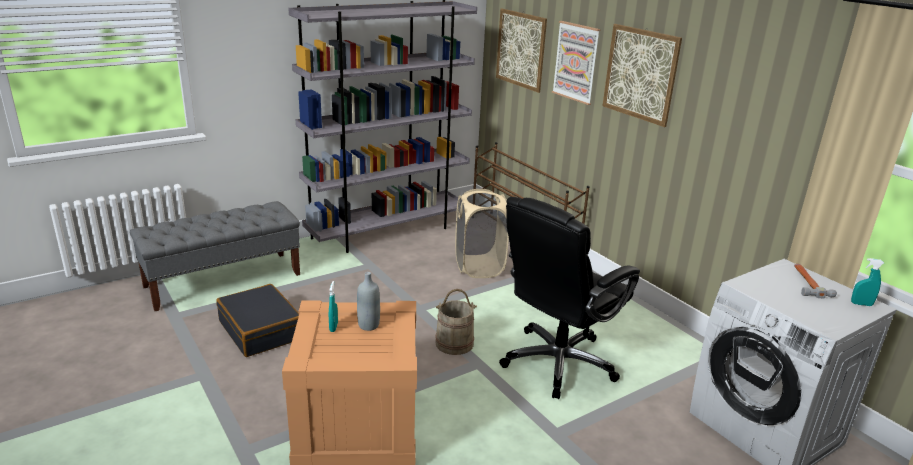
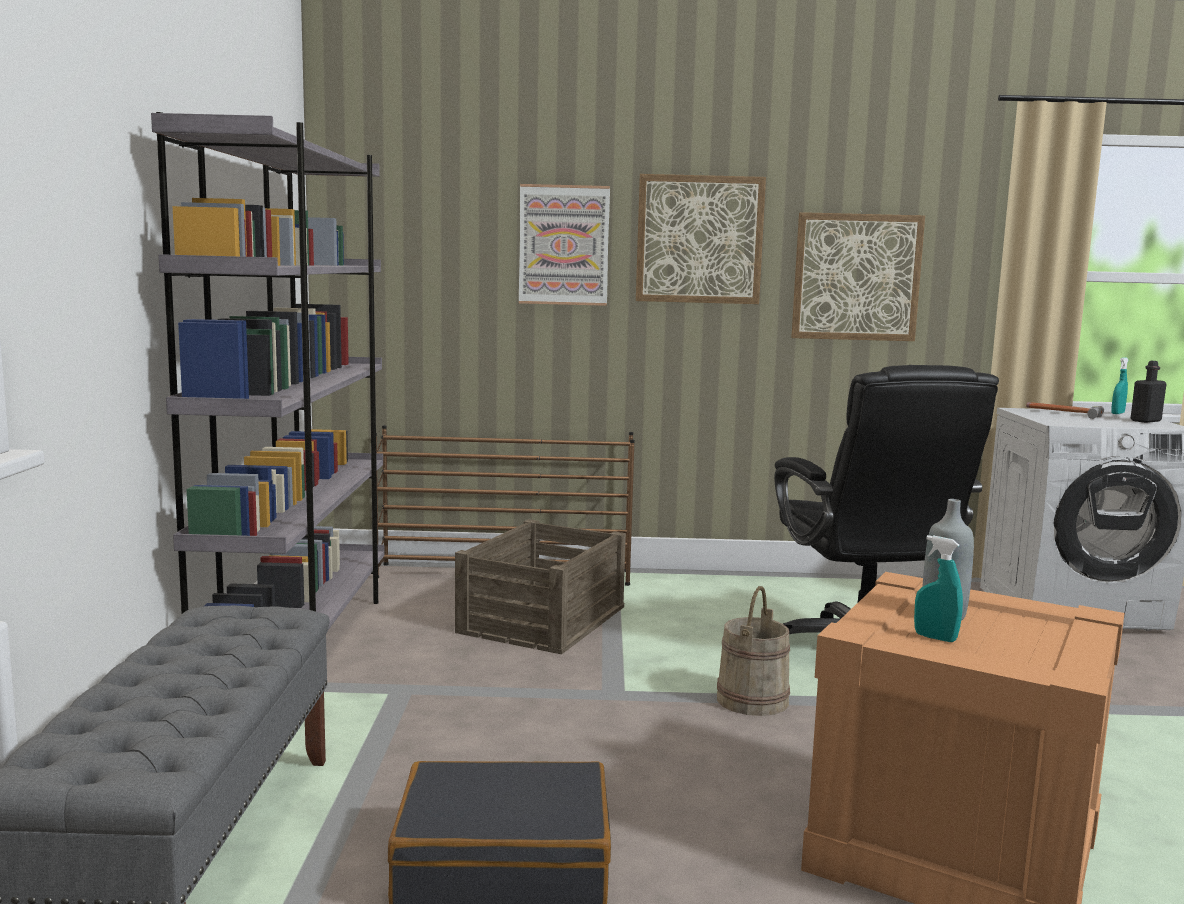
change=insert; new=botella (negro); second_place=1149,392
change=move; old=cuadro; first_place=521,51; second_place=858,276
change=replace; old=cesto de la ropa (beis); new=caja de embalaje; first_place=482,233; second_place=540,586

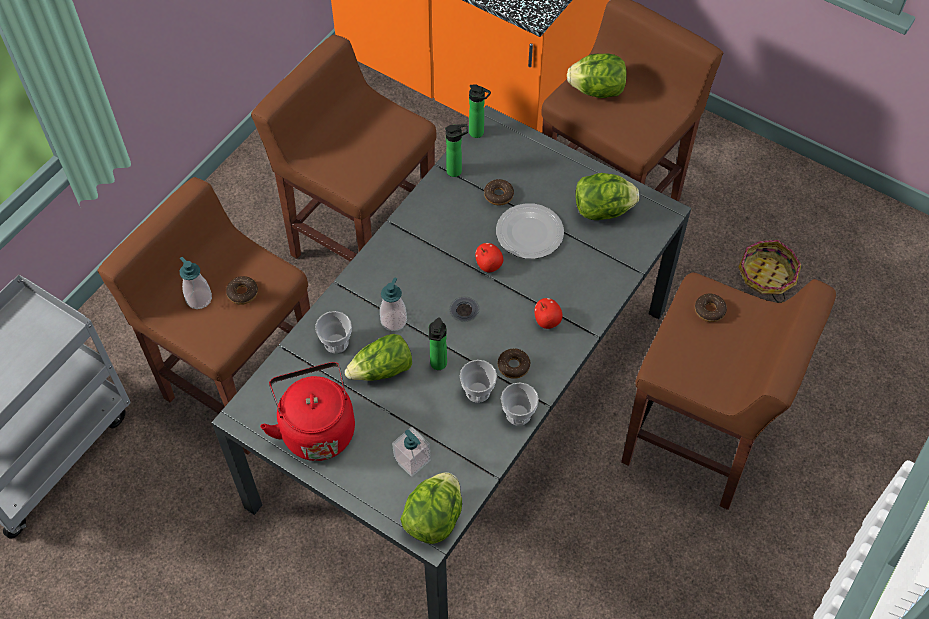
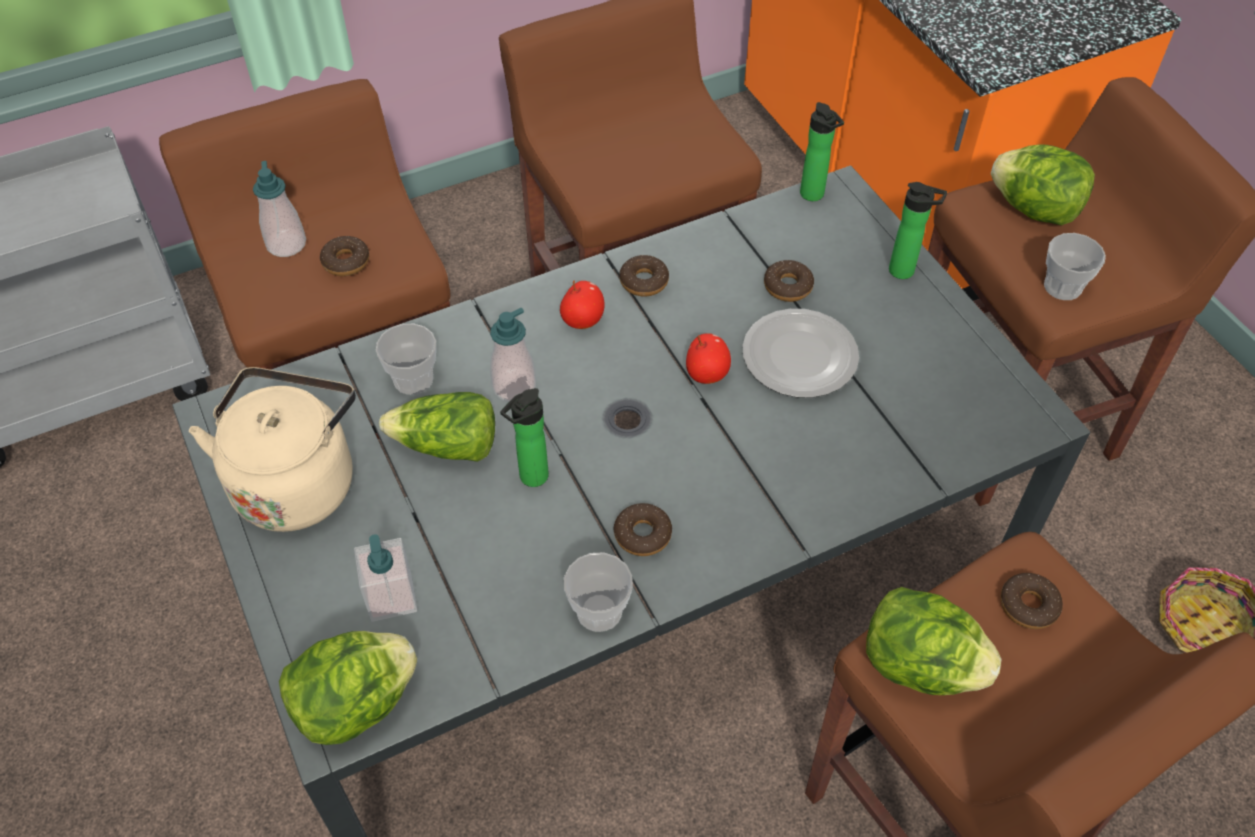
change=insert; new=rosquilla; second_place=644,276
change=move; old=botella; first_place=456,150; second_place=918,230
change=move; old=taza; first_place=478,381; second_place=1075,266
change=move; old=manzana; first_place=548,313; second_place=582,305
change=move; old=lechuga; first_place=607,196; second_place=934,641
change=recolor; old=hervidor (rojo); new=hervidor (beis); first_place=307,411; second_place=272,449

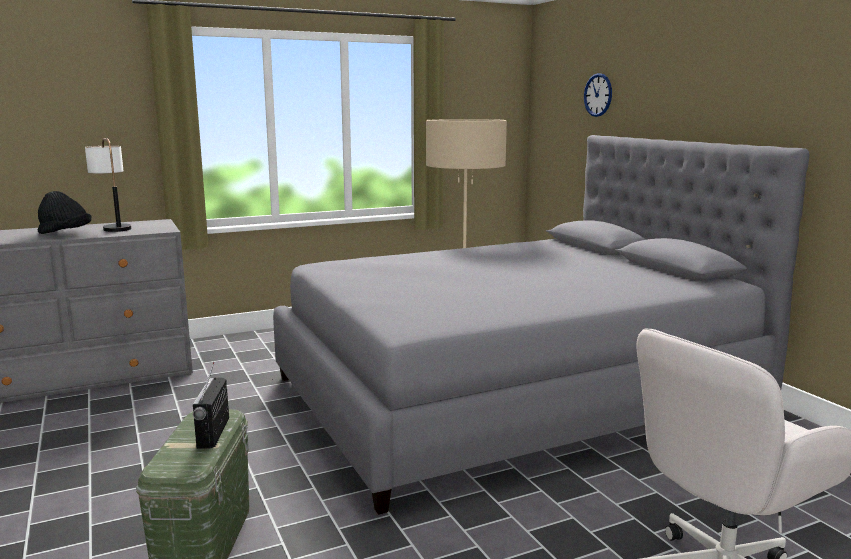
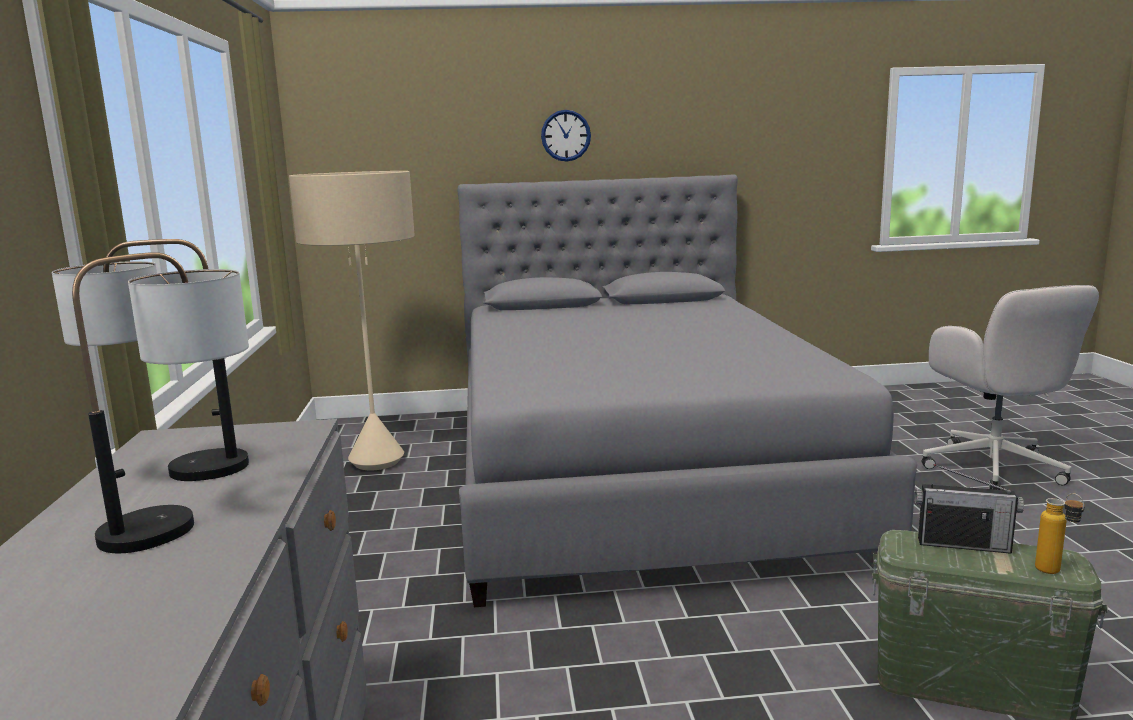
change=insert; new=botella; second_place=1060,533
change=move; old=reloj de pared; first_place=598,95; second_place=566,136
change=replace; old=sombrero (negro); new=lámpara de mesa; first_place=65,212; second_place=160,402

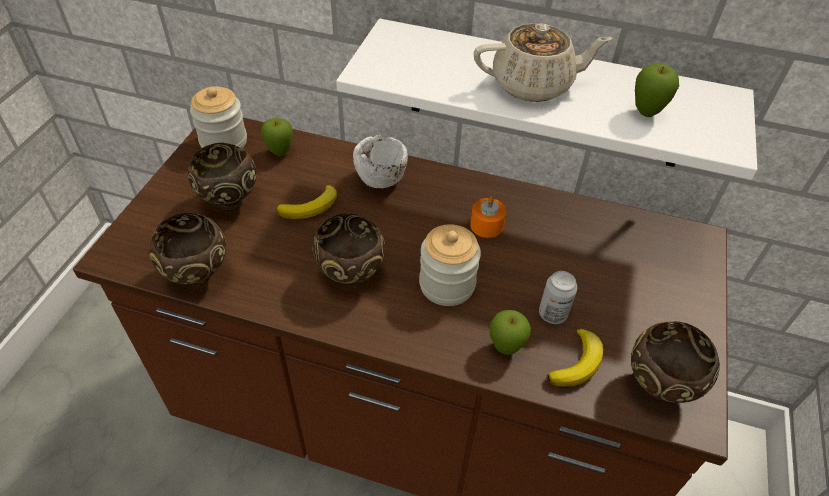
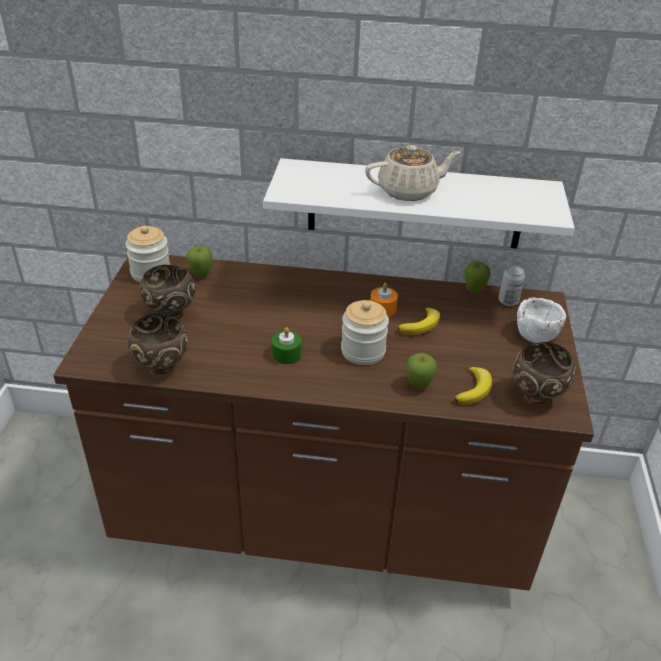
change=move; old=plátano; first_place=307,202; second_place=419,321
change=move; old=cuenco (blanco); first_place=380,161; second_place=541,320
change=move; old=lata; first_place=558,297; second_place=512,286
change=move; old=manzana; first_place=657,90; second_place=478,277
change=replace; old=cuenco (marrón); new=vela (verde); first_place=348,249; second_place=286,346

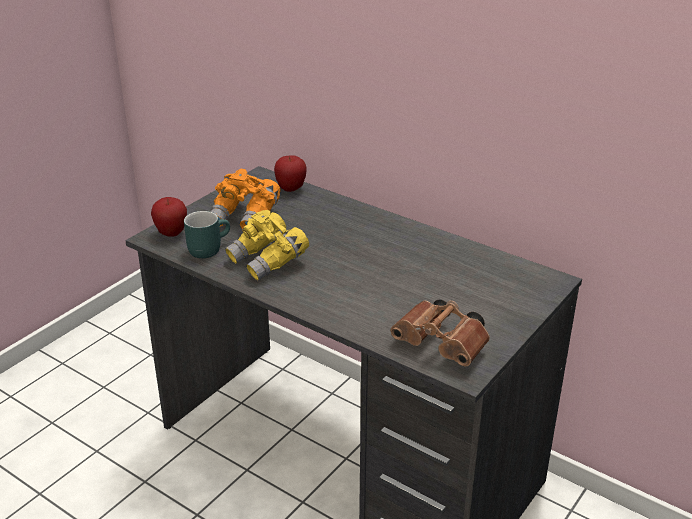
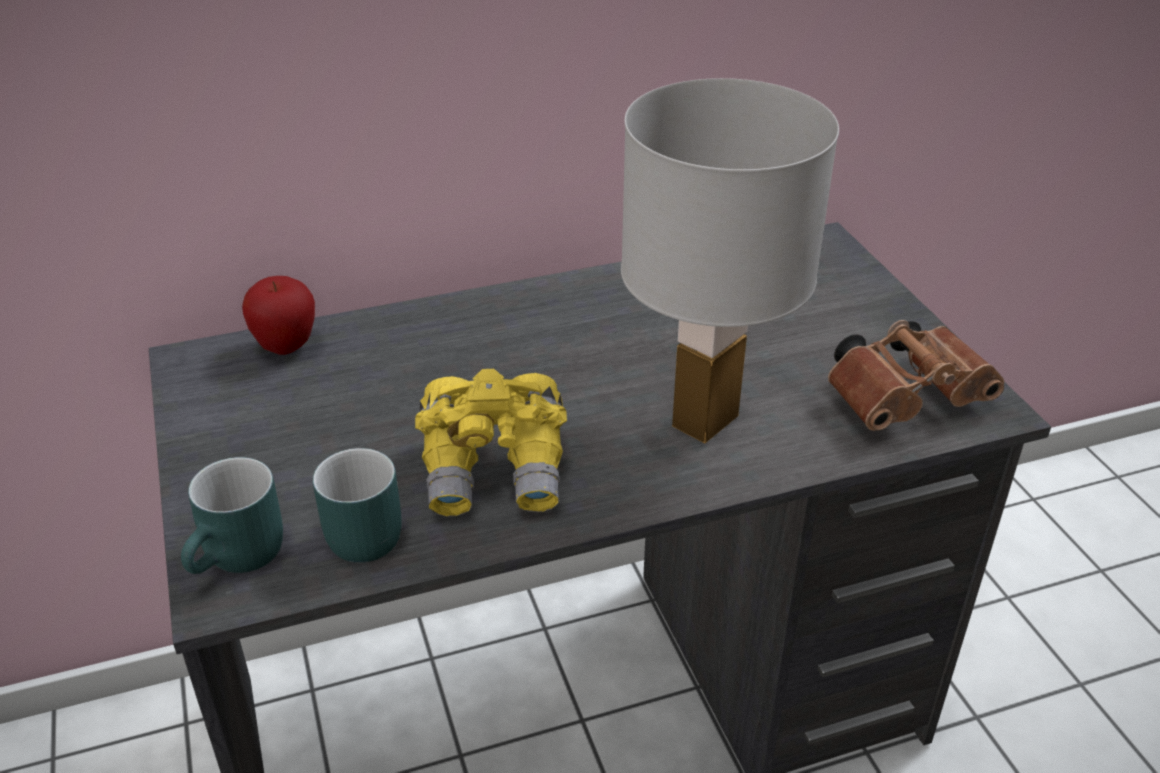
change=delete; old=prismáticos (naranja); first_place=245,199
change=insert; new=lámpara de mesa (blanco); second_place=730,260
change=replace; old=manzana; new=taza grande (turquesa); first_place=169,217; second_place=232,515

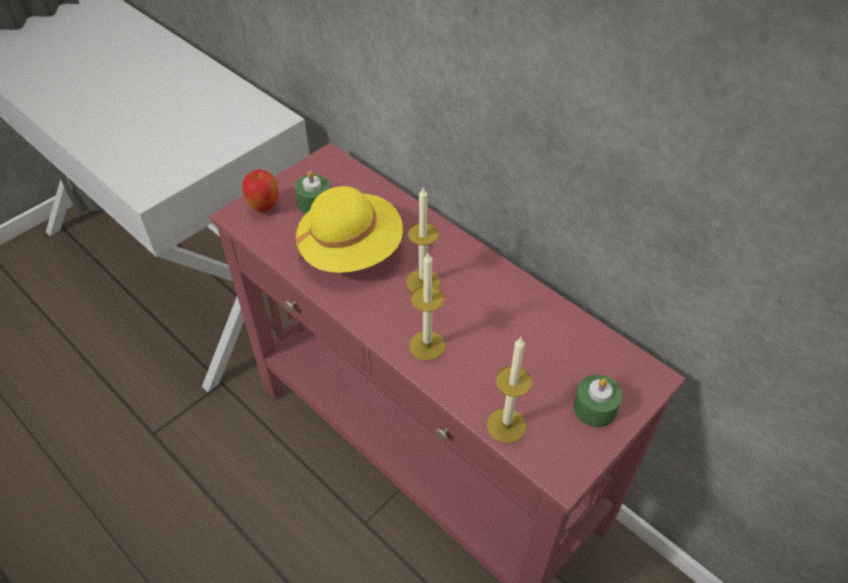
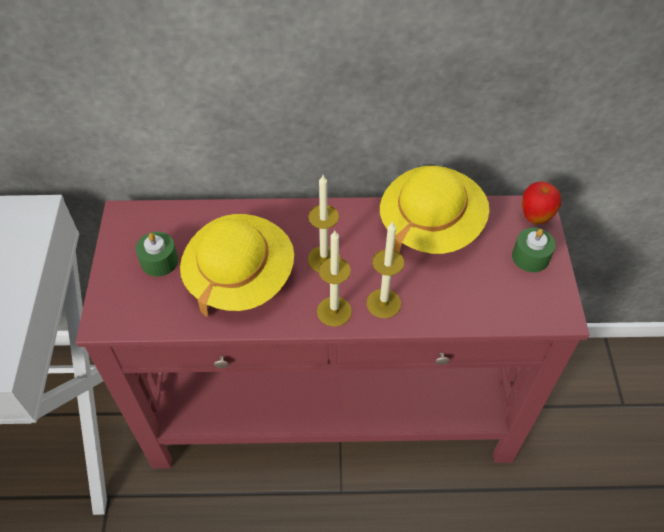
change=insert; new=sombrero (amarillo); second_place=434,210
change=move; old=manzana; first_place=260,191; second_place=541,202
change=move; old=vela; first_place=509,390; second_place=334,279

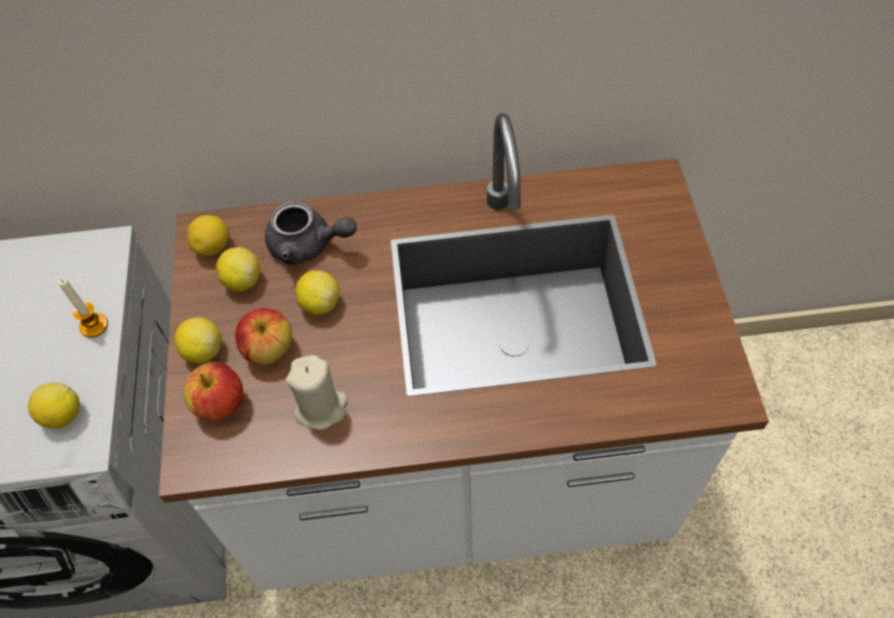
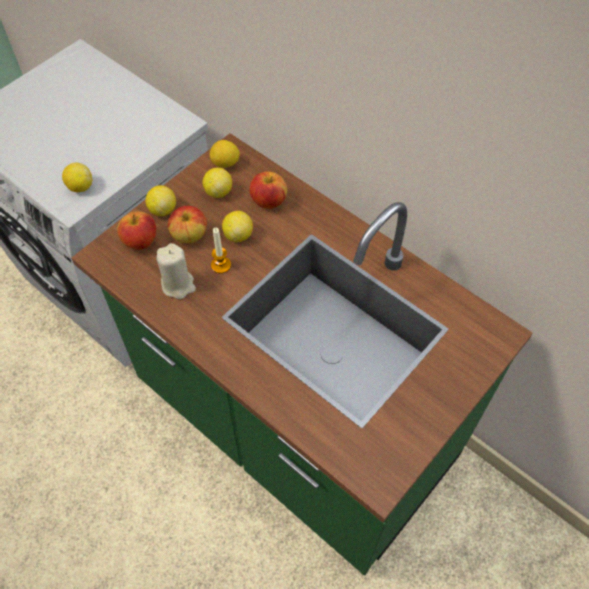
change=move; old=vela; first_place=83,308; second_place=221,251
change=replace; old=tetera (gris); new=manzana; first_place=311,233; second_place=268,190
change=recolor; old=mueble bajo de cocina (blanco); new=mueble bajo de cocina (verde); first_place=464,352; second_place=302,354

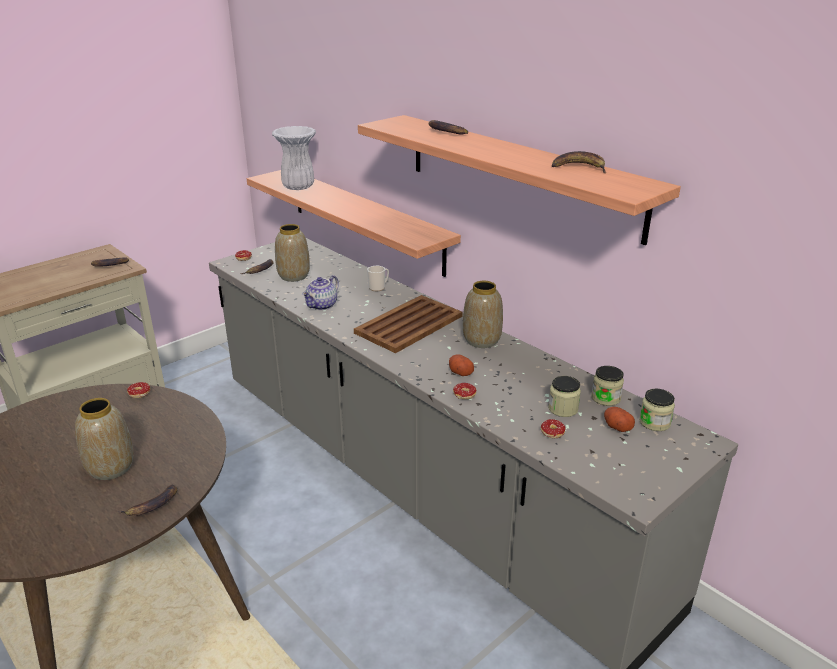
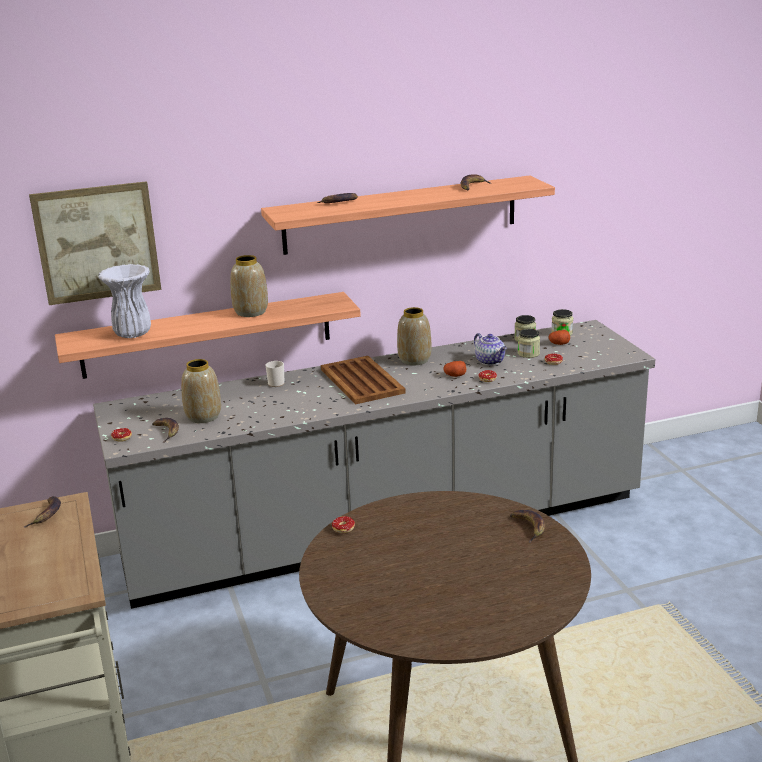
change=insert; new=cuadro; second_place=95,243
change=move; old=florero; first_place=104,439; second_place=249,286
change=move; old=tetera; first_place=320,292; second_place=490,349

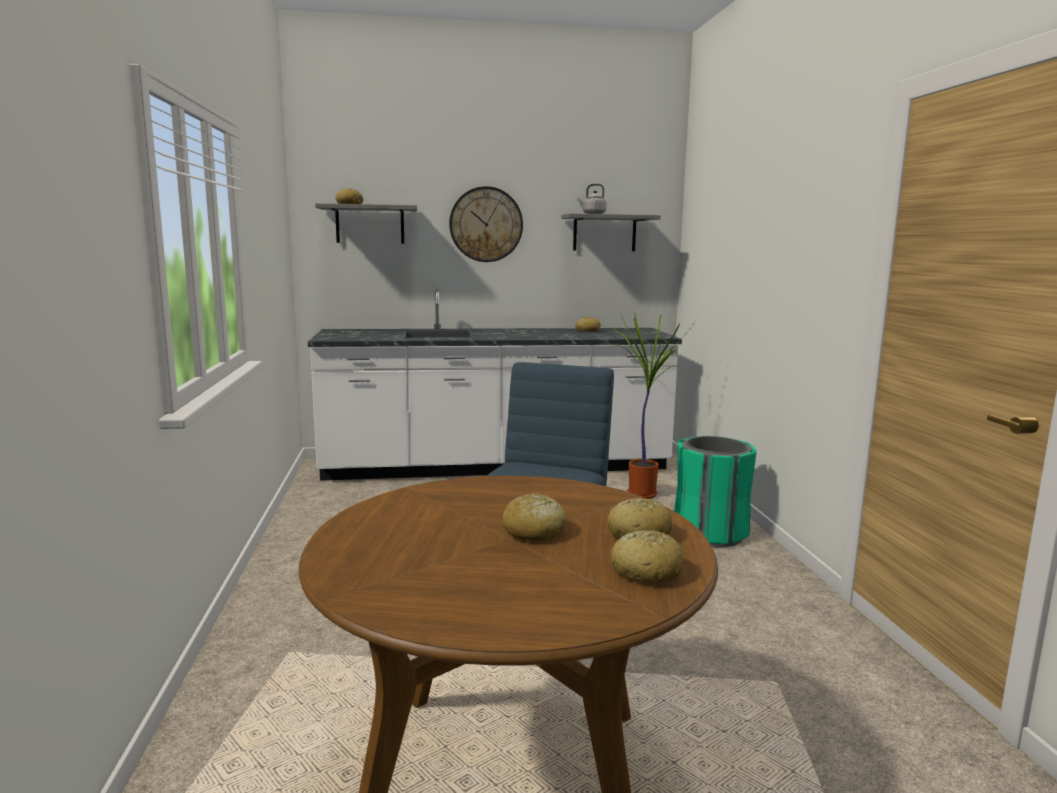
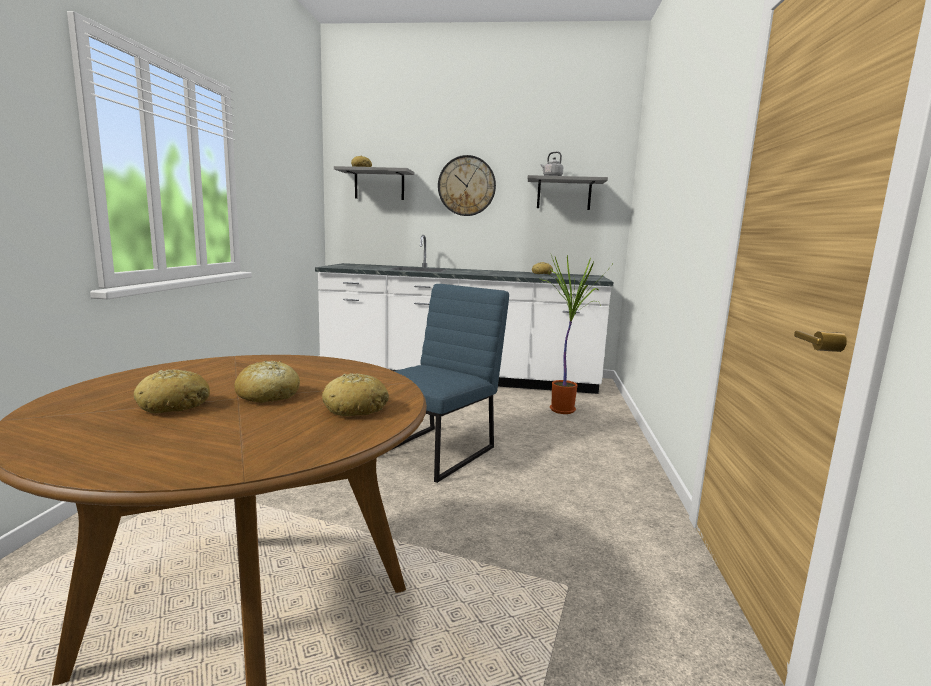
change=delete; old=papelera (verde); first_place=715,492
change=move; old=pan; first_place=647,557; second_place=172,391

